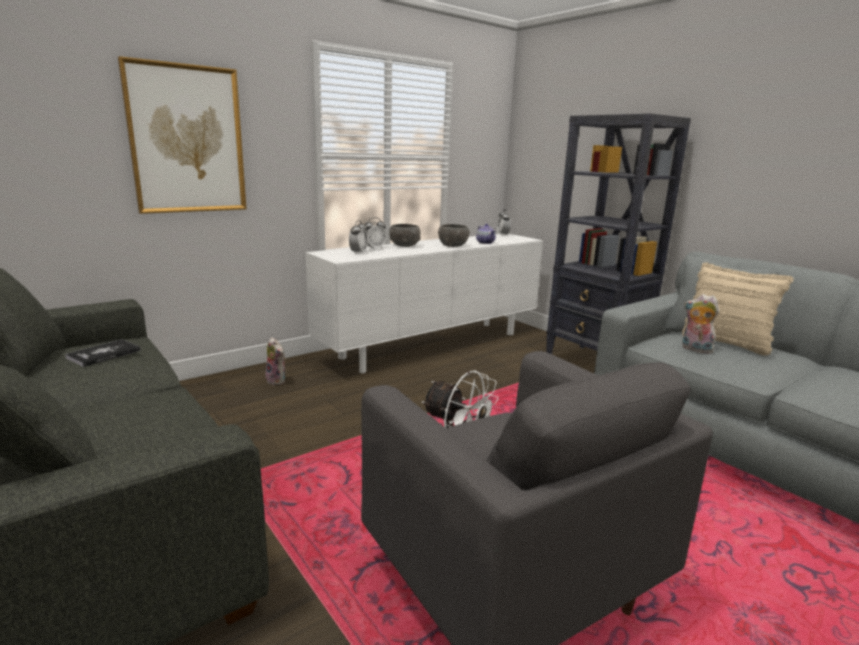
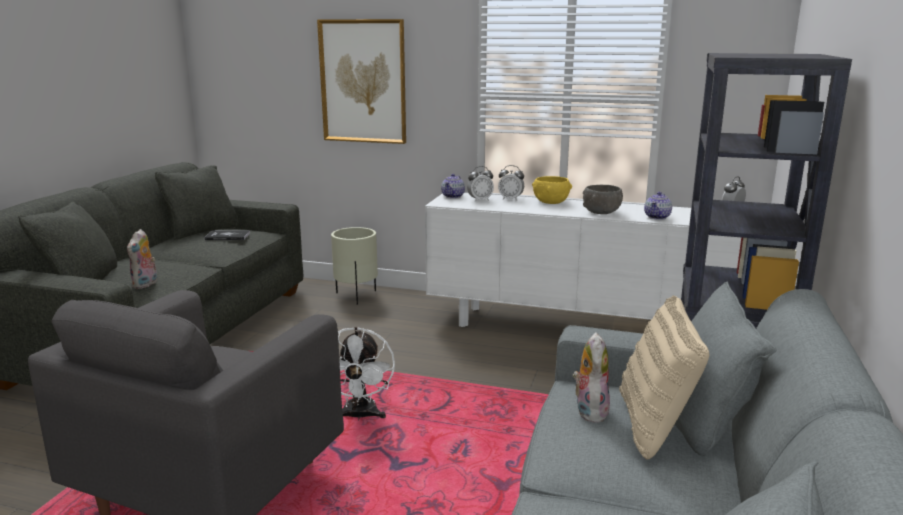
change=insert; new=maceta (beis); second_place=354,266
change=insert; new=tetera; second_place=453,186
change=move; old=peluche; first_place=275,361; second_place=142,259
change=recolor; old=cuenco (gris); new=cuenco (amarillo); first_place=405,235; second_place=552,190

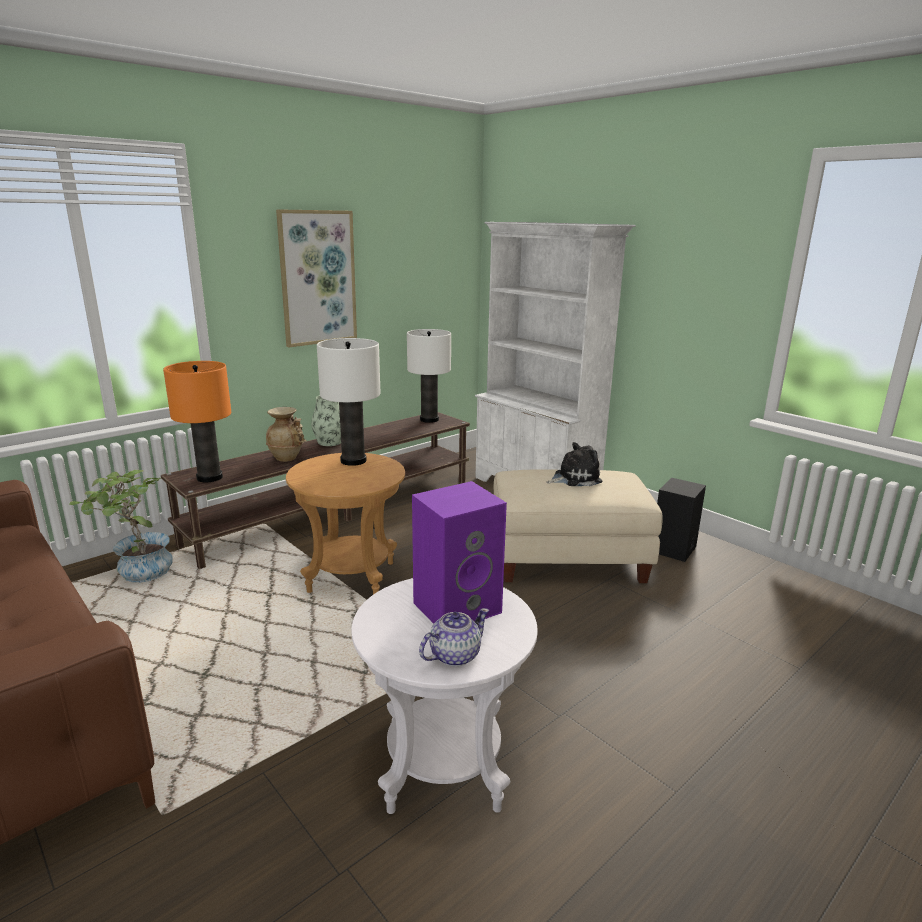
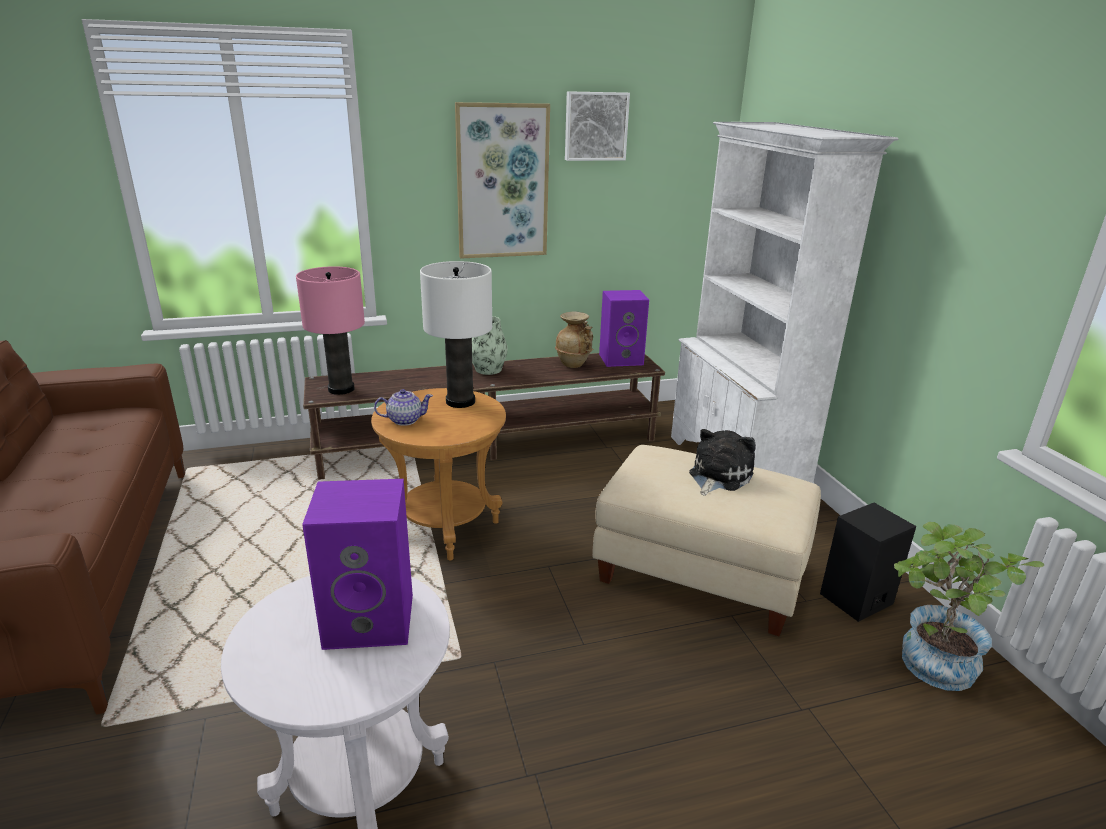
change=insert; new=cuadro; second_place=597,126
change=move; old=planta en maceta; first_place=121,526; second_place=969,606
change=move; old=florero (beis); first_place=286,434; second_place=574,340
change=move; old=tetera; first_place=454,637; second_place=403,407
change=replace; old=lámpara de mesa (blanco); new=altavoz (morado); first_place=429,376; second_place=624,328
change=recolor; old=lámpara de mesa (naranja); new=lámpara de mesa (rosa); first_place=197,421; second_place=330,330
change=rotate; old=peluche; first_place=574,464; second_place=722,462; degrees=-60

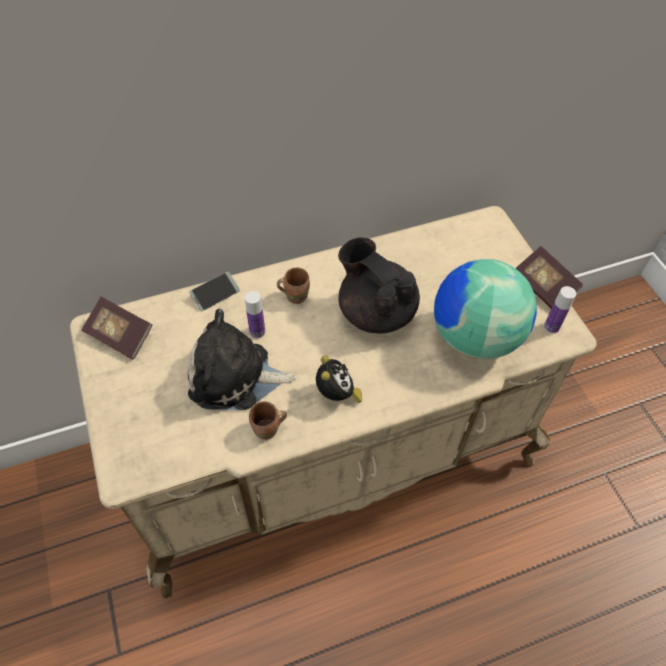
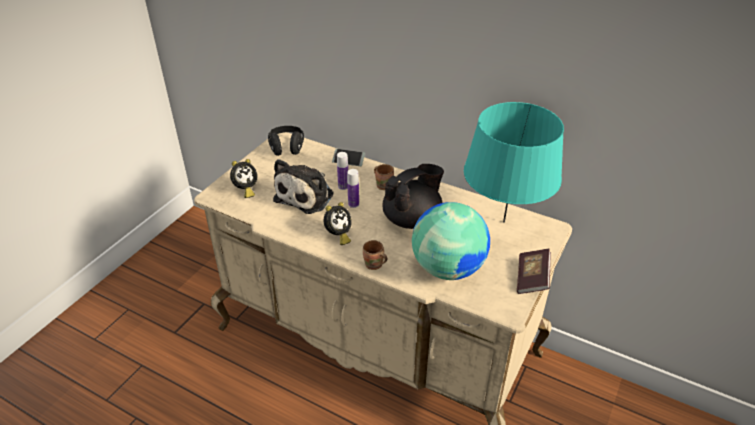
change=insert; new=despertador; second_place=243,178
change=insert; new=lámpara de mesa (turquesa); second_place=514,162
change=move; old=taza grande (marrón); first_place=268,420; second_place=375,255
change=move; old=botella; first_place=560,309; second_place=353,188
change=replace; old=libro; new=auriculares (negro); first_place=117,327; second_place=286,141
change=rotate; old=peluche; first_place=242,359; second_place=303,186; degrees=-120
change=rotate; old=tetera (negro); first_place=379,285; second_place=413,196; degrees=45

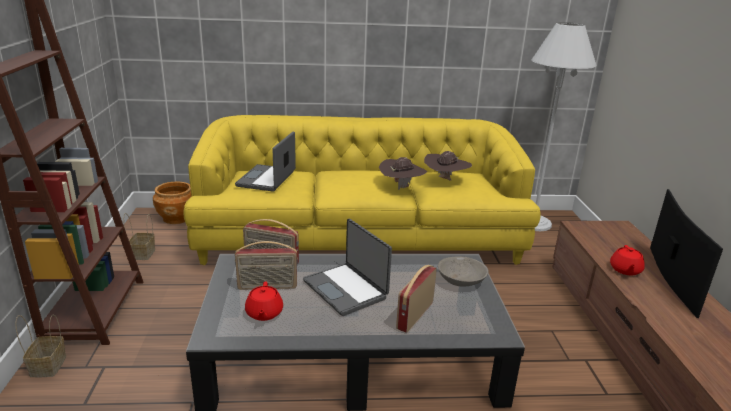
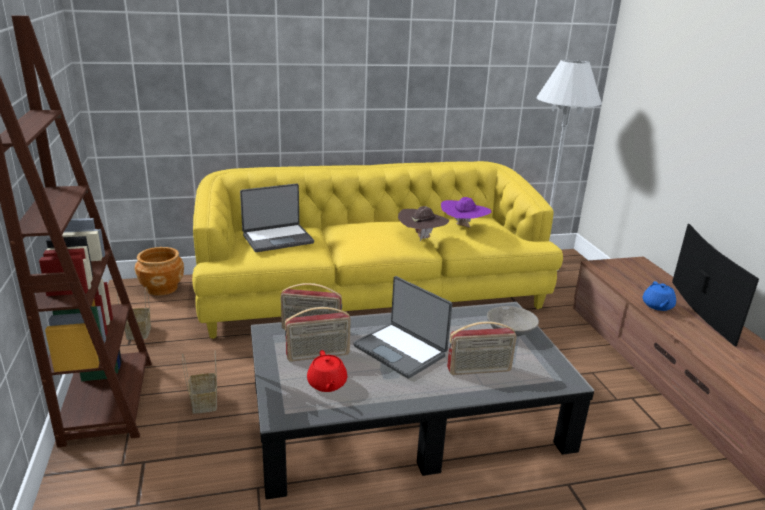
change=move; old=cesta; first_place=40,345; second_place=199,382
change=recolor; old=sombrero (marrón); new=sombrero (morado); first_place=448,166; second_place=466,212
change=recolor; old=tetera (rojo); new=tetera (azul); first_place=627,260; second_place=659,296
change=rotate; old=portátil; first_place=265,161; second_place=277,218; degrees=-120
change=rotate; old=radio; first_place=416,299; second_place=482,348; degrees=-120

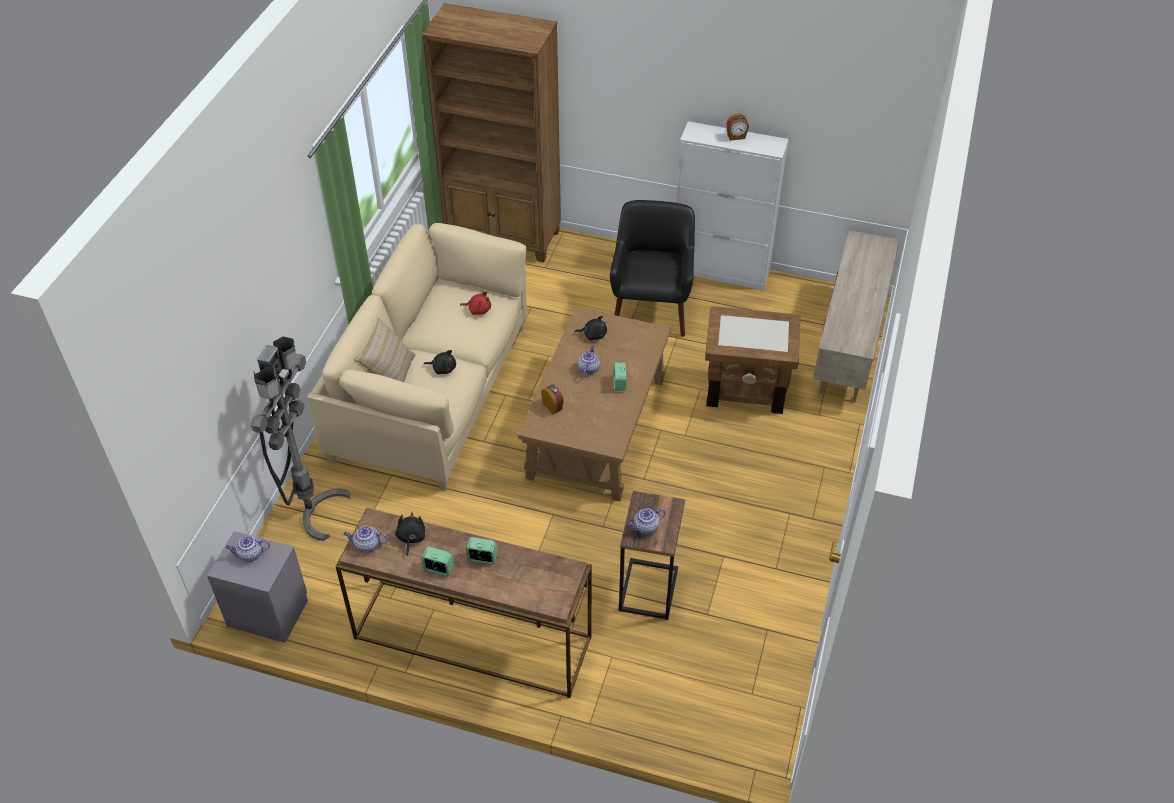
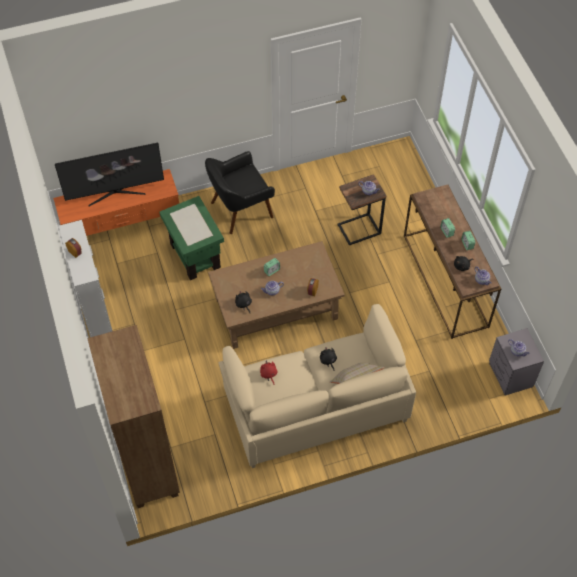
change=delete; old=lámpara de pie (gris); first_place=301,438
change=insert; new=televisor; second_place=109,175
change=move; old=sillón (negro); first_place=652,268; second_place=240,192
change=recolor; old=mesa auxiliar (marrón); new=mesa auxiliar (verde); first_place=752,360; second_place=191,238
change=recolor; old=mueble de televisión (beis); new=mueble de televisión (naranja); first_place=856,316; second_place=116,202

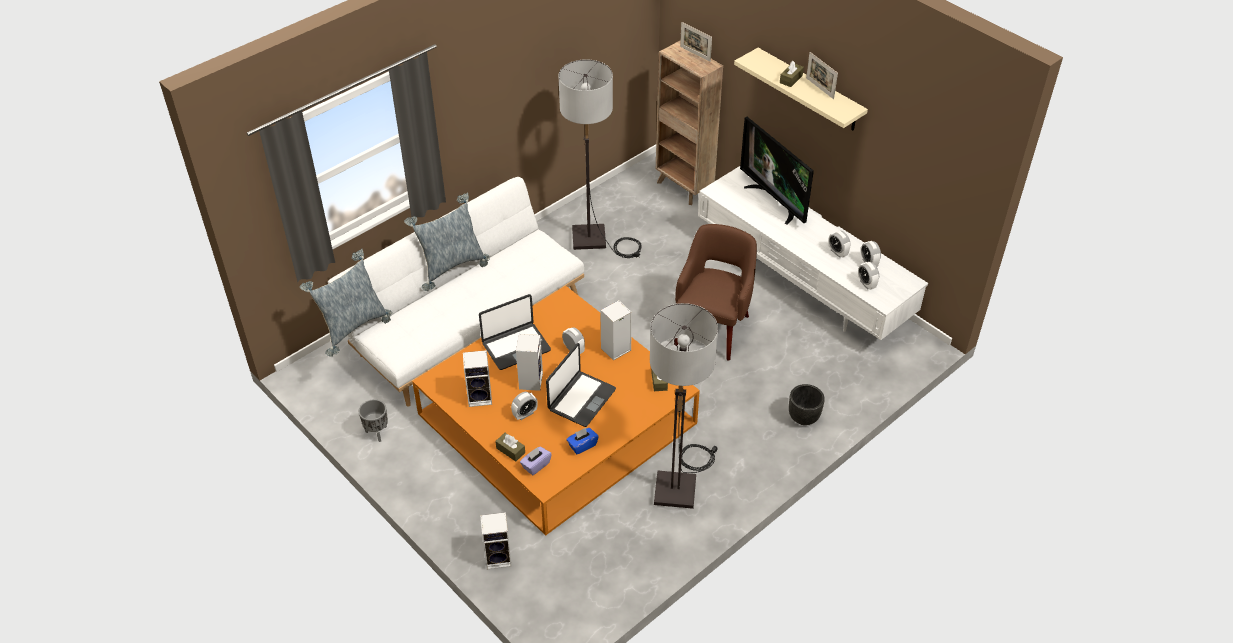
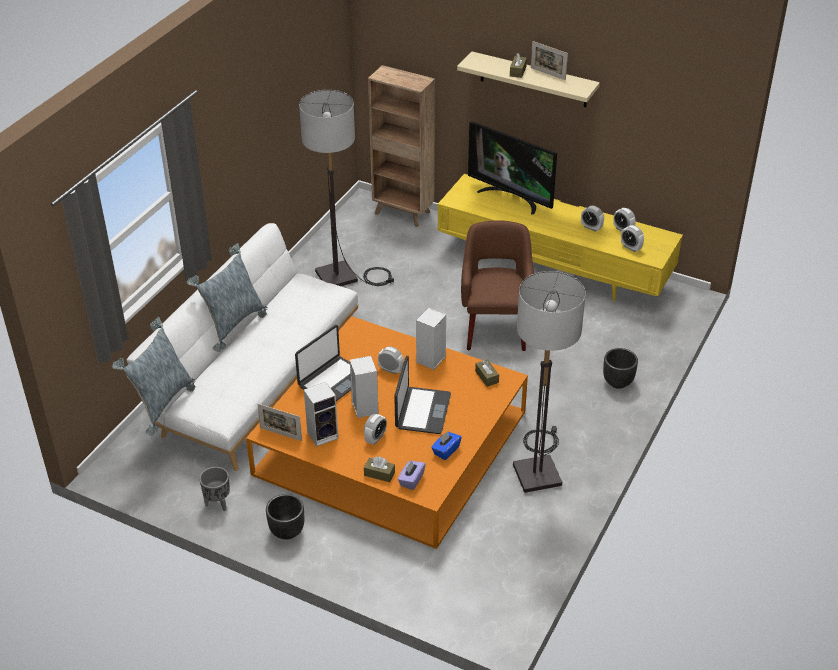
change=delete; old=altavoz; first_place=495,541
change=insert; new=maceta (negro); second_place=285,517
change=move; old=portarretratos; first_place=696,42; second_place=279,422
change=recolor; old=mueble de televisión (blanco); new=mueble de televisión (amarillo); first_place=813,253; second_place=560,238

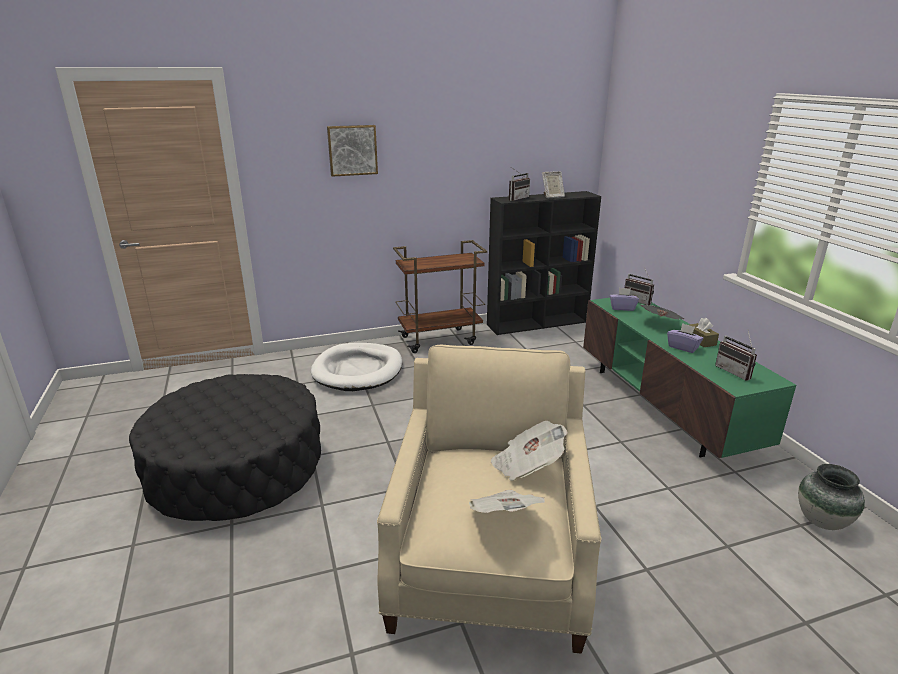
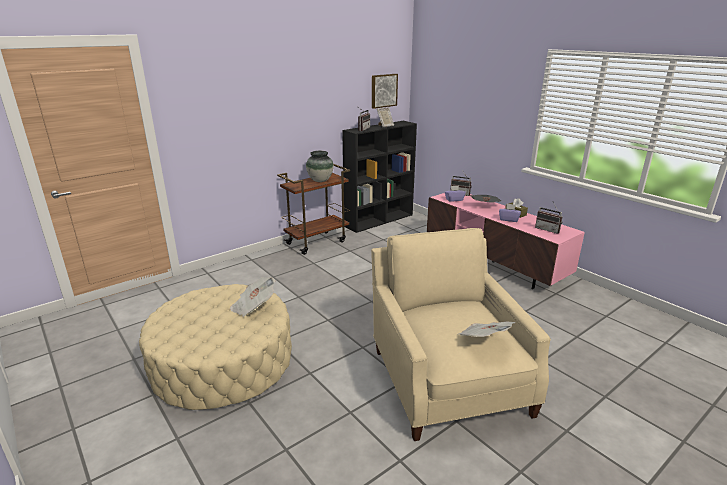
change=delete; old=cama para perro (blanco); first_place=356,367
change=move; old=cuadro; first_place=352,151; second_place=385,91
change=move; old=periódico; first_place=529,451; second_place=252,297
change=move; old=florero; first_place=831,497; second_place=320,166
change=recolor; old=puf (negro); new=puf (beis); first_place=225,447; second_place=215,347
change=recolor; old=mueble de televisión (verde); new=mueble de televisión (rosa); first_place=689,378; second_place=506,241

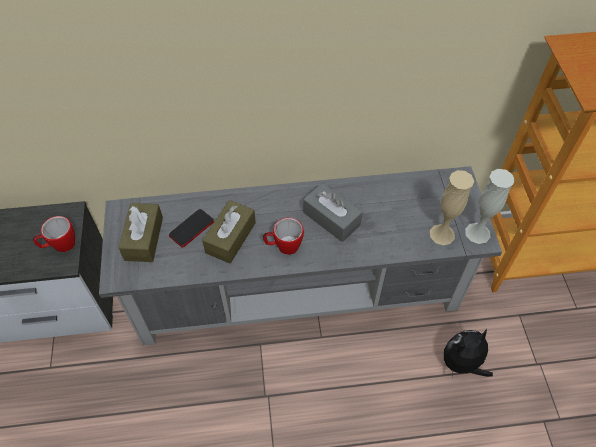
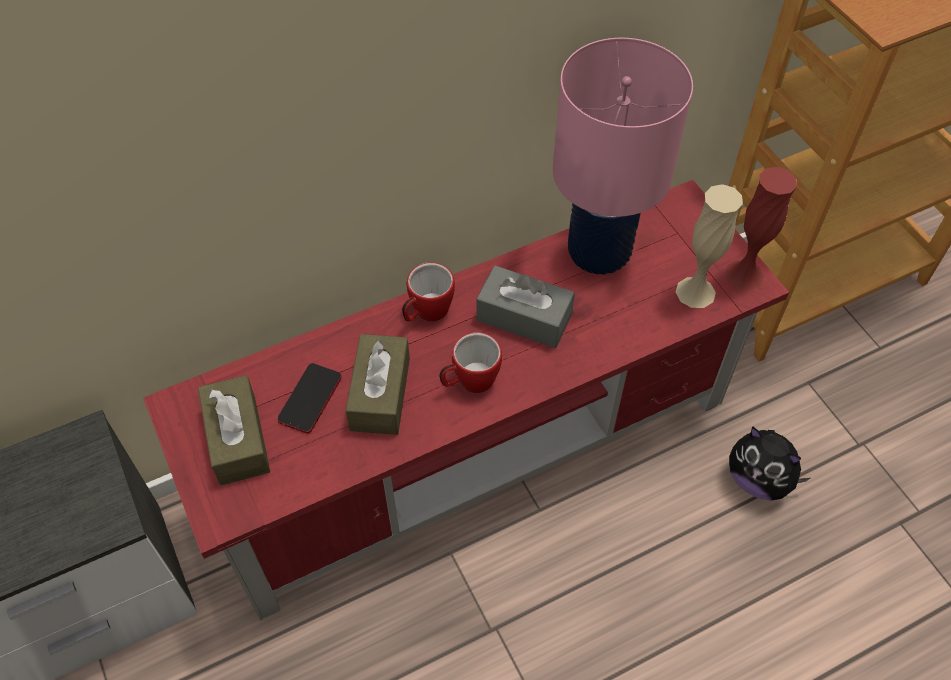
change=insert; new=lámpara de mesa (rosa); second_place=623,156
change=move; old=taza grande; first_place=54,234; second_place=428,292
change=recolor; old=mueble de televisión (gris); new=mueble de televisión (rojo); first_place=300,256; second_place=466,400
change=recolor; old=florero (blanco); new=florero (rojo); first_place=490,206; second_place=760,229
change=rotate; old=peluche; first_place=468,353; second_place=769,463; degrees=-90

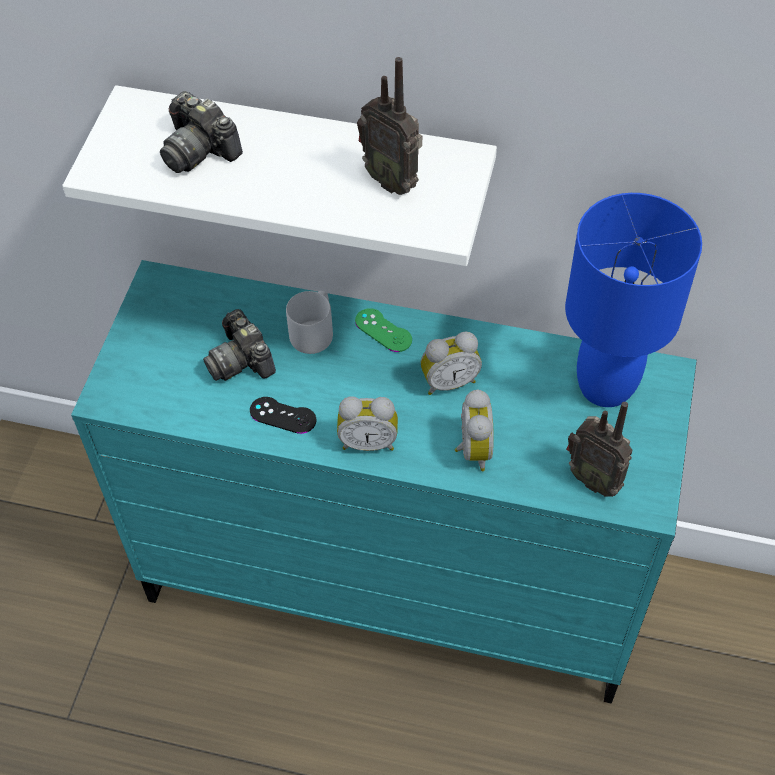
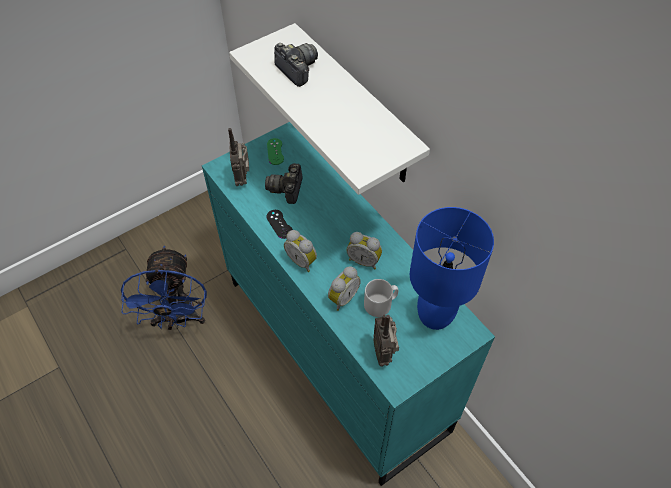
change=insert; new=ventilador (azul); second_place=164,287
change=move; old=taza grande (gris); first_place=309,322; second_place=381,298
change=move; old=mando de consola (verde); first_place=383,330; second_place=275,151
change=move; old=radio; first_place=389,126; second_place=238,157
change=rotate; old=cámara; first_place=201,132; second_place=296,65; degrees=150

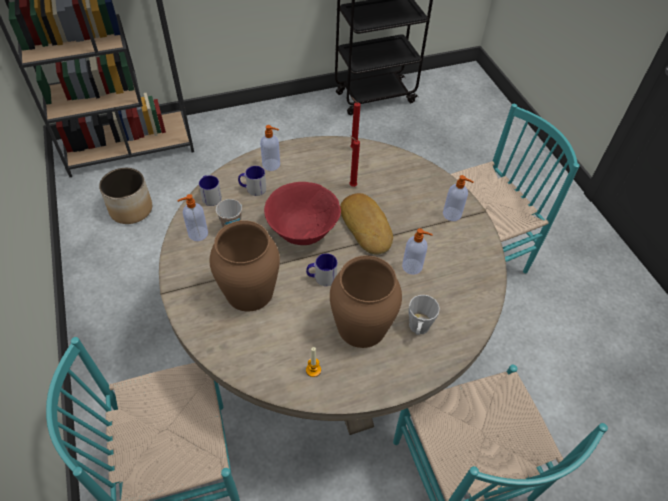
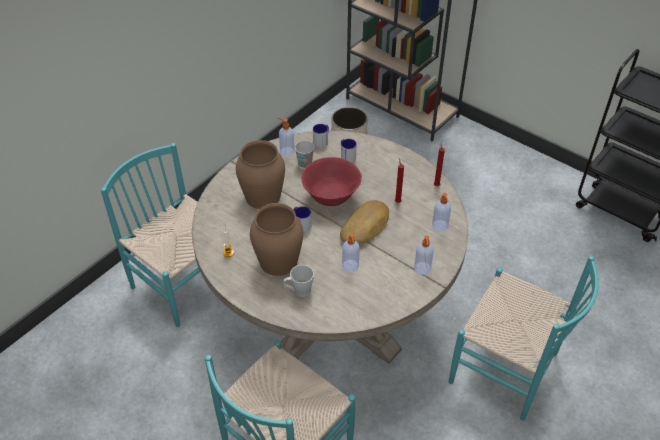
change=move; old=dispensador de jabón; first_place=270,148; second_place=441,212

